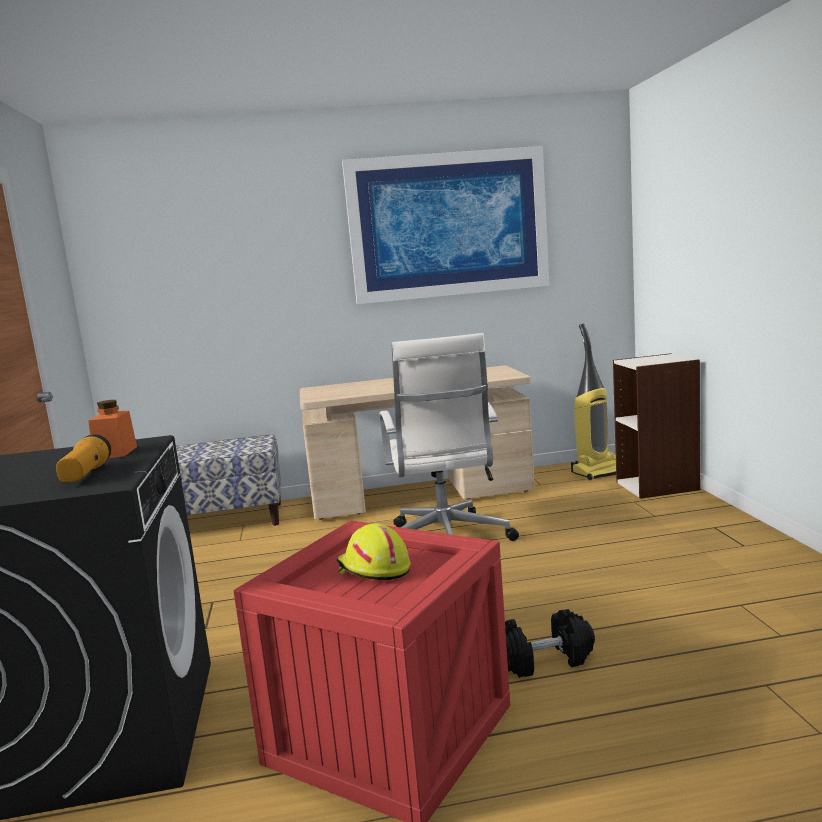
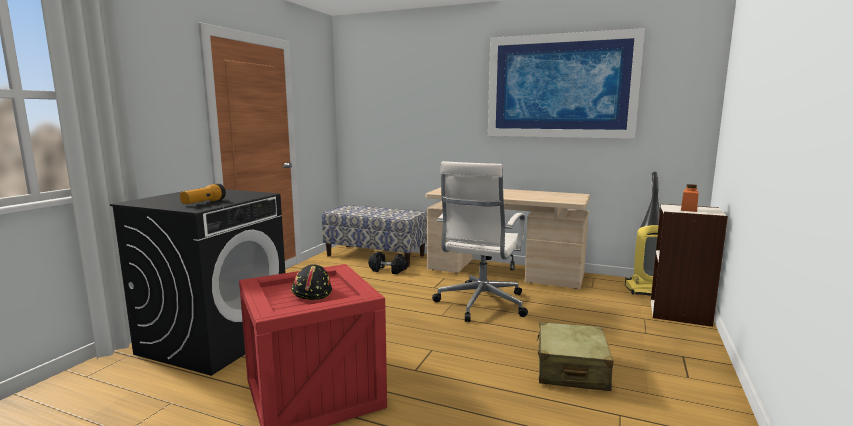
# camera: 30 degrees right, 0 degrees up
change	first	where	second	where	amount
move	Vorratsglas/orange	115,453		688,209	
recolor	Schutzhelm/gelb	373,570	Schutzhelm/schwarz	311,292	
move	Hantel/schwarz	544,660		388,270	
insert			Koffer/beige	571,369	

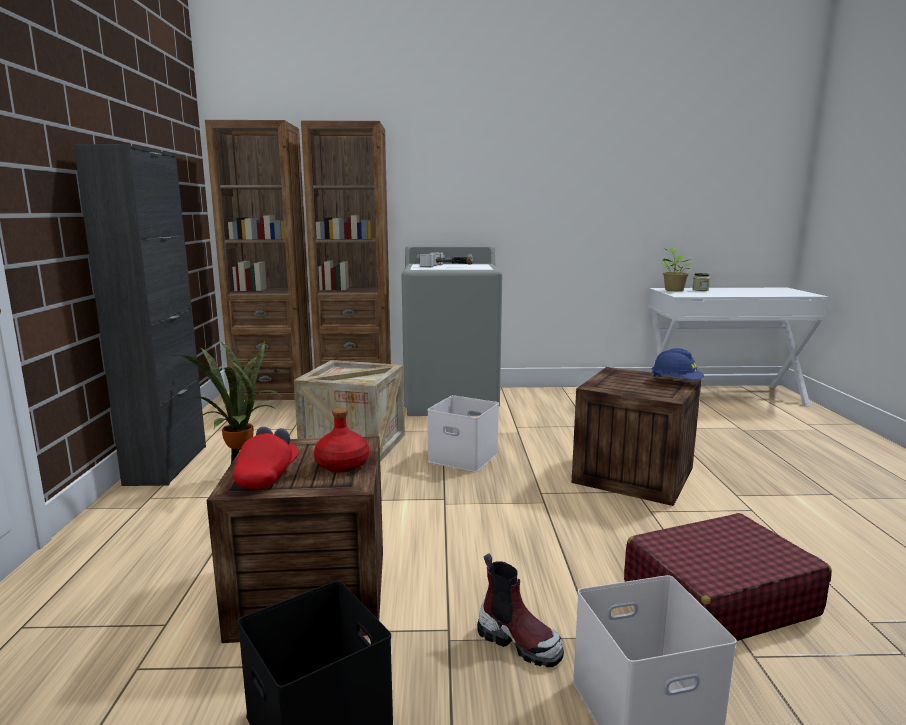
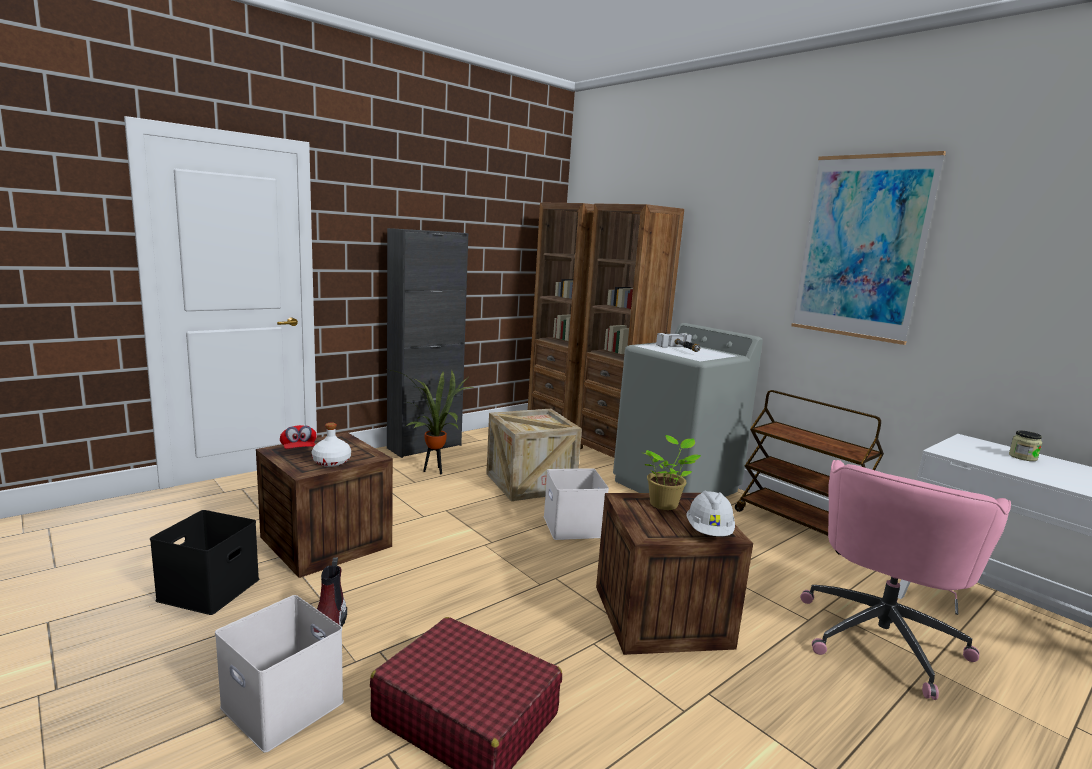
# camera: 50 degrees right, 0 degrees up
change	first	where	second	where	amount
rotate	Kappe/rot	267,475		299,450	90 degrees clockwise
recolor	Flasche/rot	342,465	Flasche/weiß	331,462	
recolor	Schutzhelm/blau	676,382	Schutzhelm/weiß	709,532	
move	Topfpflanze	673,290		665,504	
insert			Rollwagen/braun	799,526	
insert			Bild	861,247	
insert			Bürostuhl/rosa	881,636	

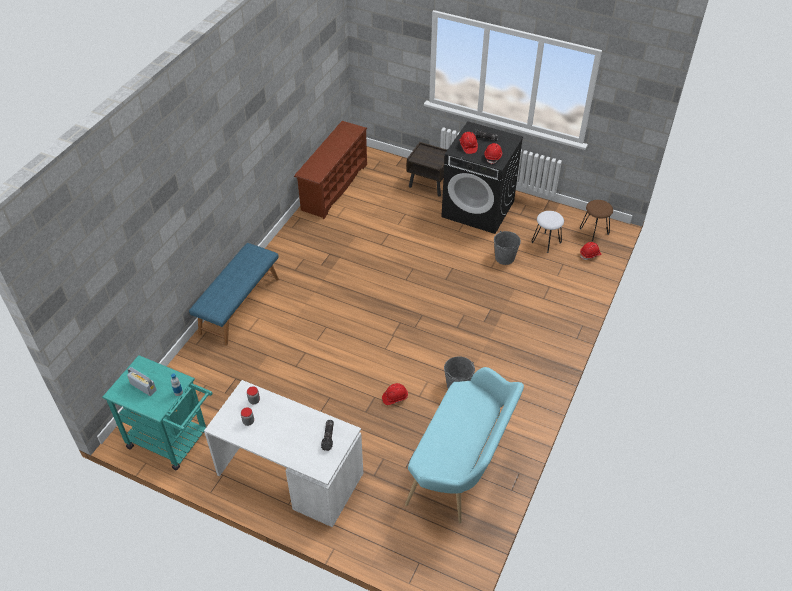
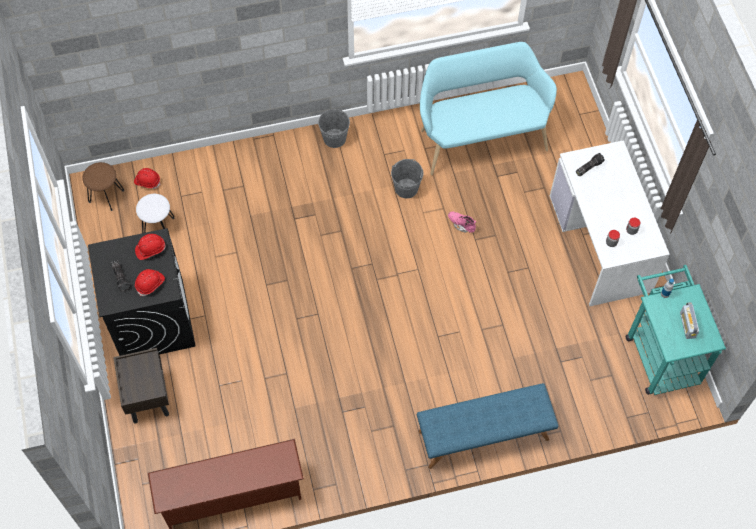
# camera: 130 degrees left, 15 degrees up
change	first	where	second	where	amount
replace	Schutzhelm/rot	395,397	Stiefel/rosa	461,224	
move	Eimer/grau	504,258		334,138	

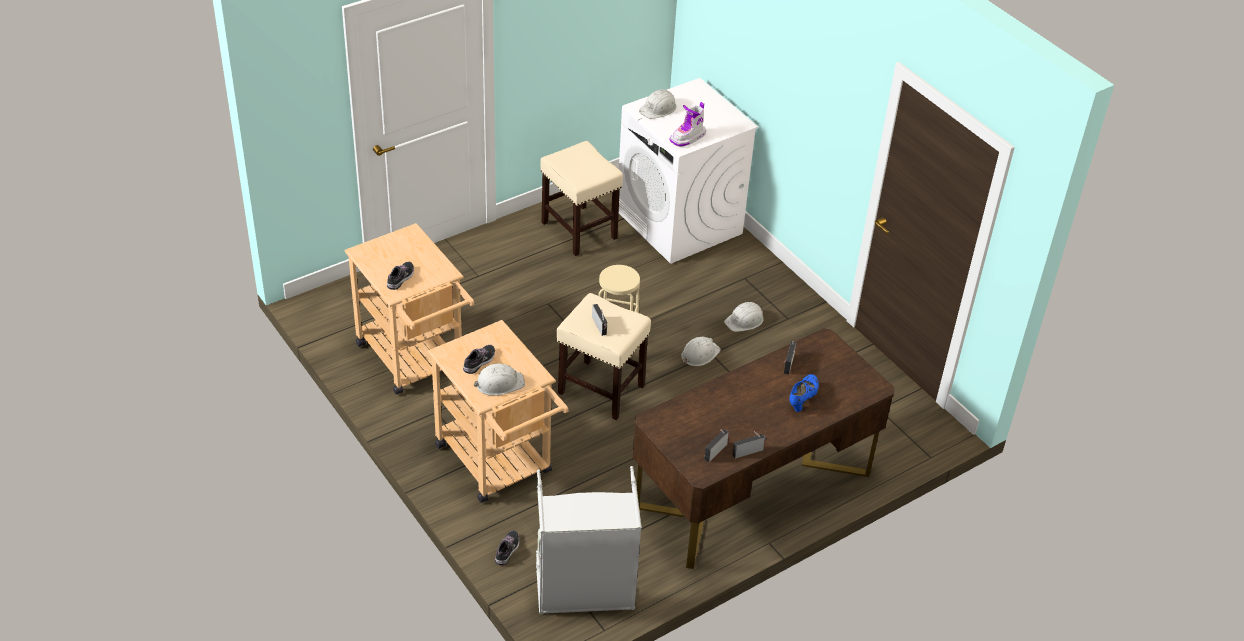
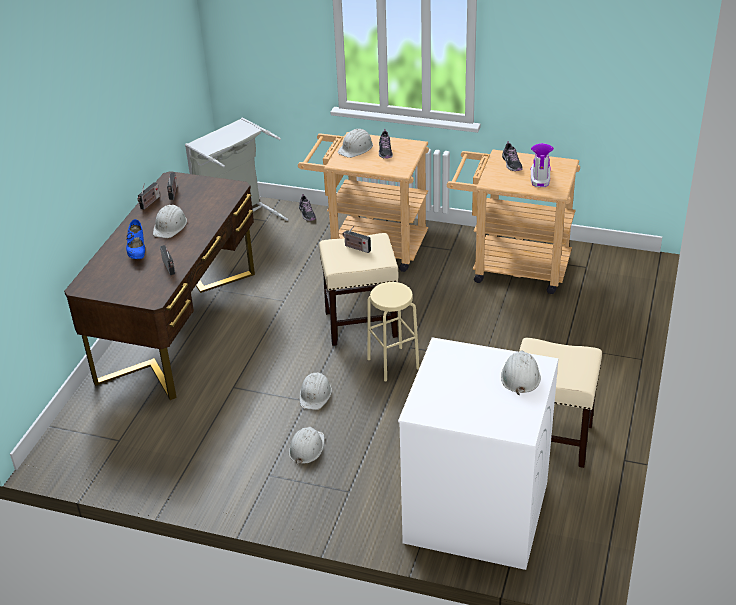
# camera: 145 degrees right, 5 degrees down
change	first	where	second	where	amount
move	Stiefel	688,138		540,177	
insert			Schutzhelm/weiß	170,226	

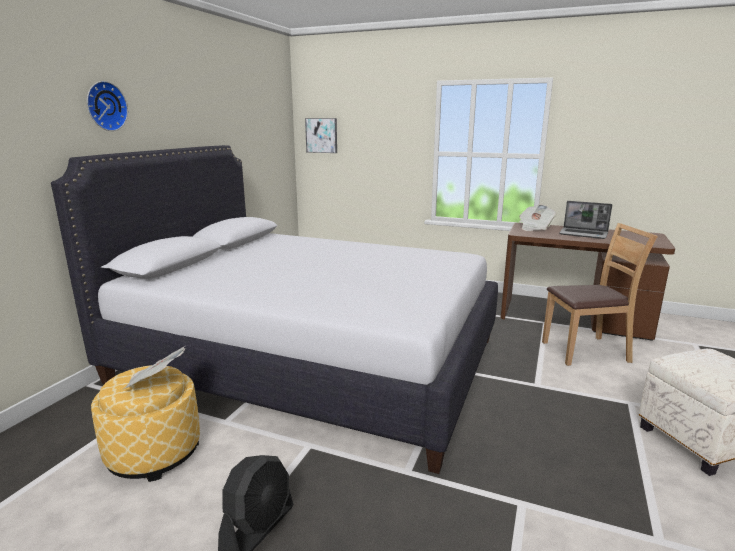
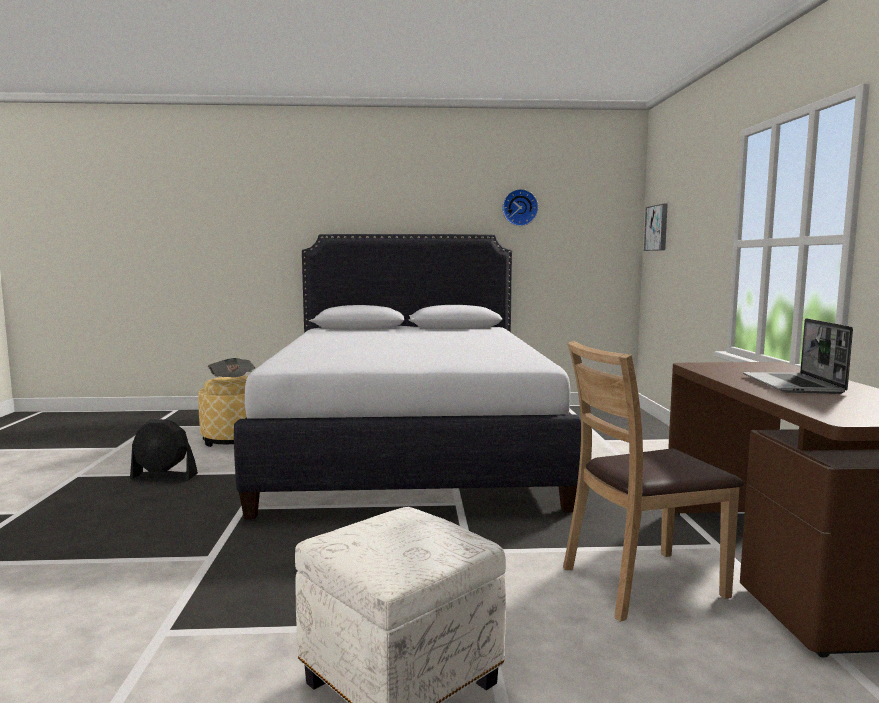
# camera: 65 degrees right, 10 degrees down
change	first	where	second	where	amount
move	Wanduhr	105,106		519,207	
delete	Zeitung	535,228			
rotate	Stuhl/braun	586,351		642,583	105 degrees clockwise

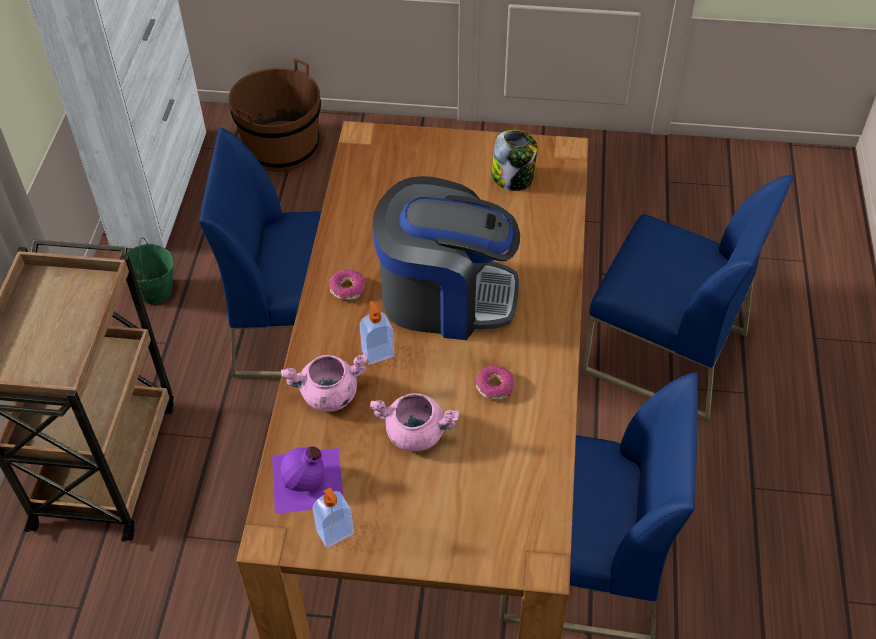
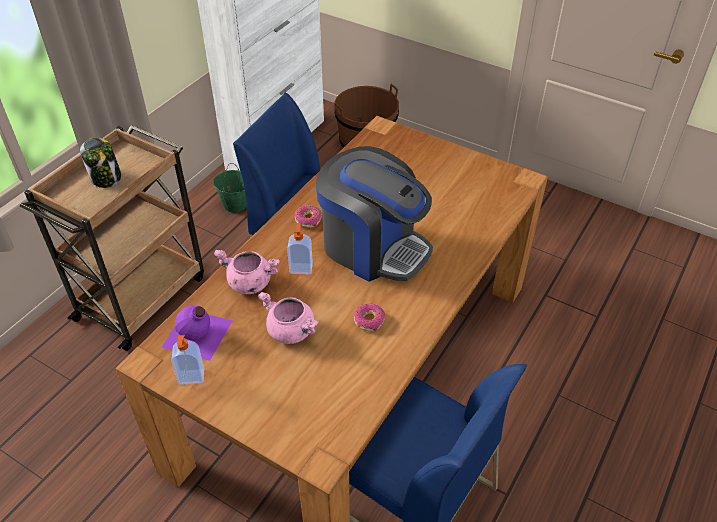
# camera: 25 degrees right, 5 degrees down
change	first	where	second	where	amount
move	Vorratsglas	513,178		106,178	
delete	Stuhl/blau	663,353			

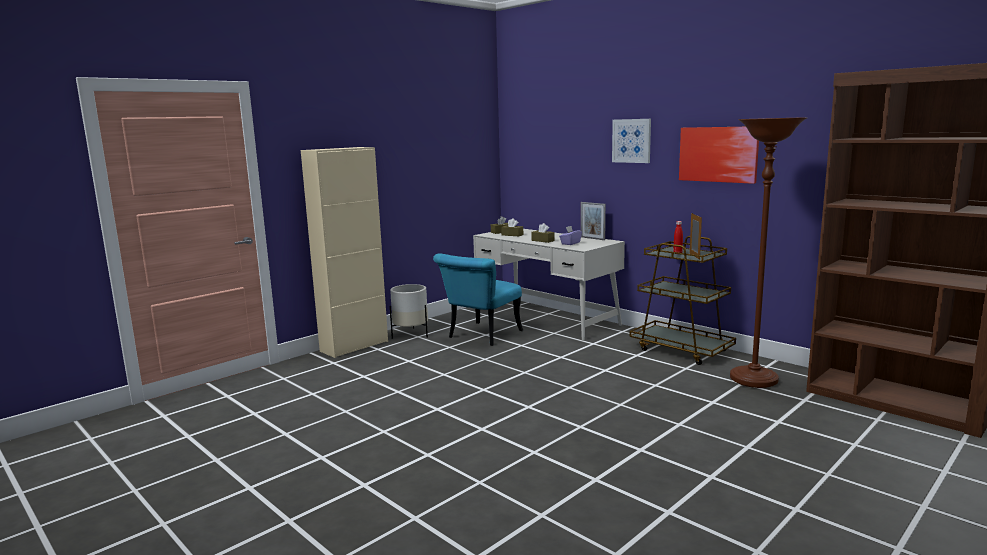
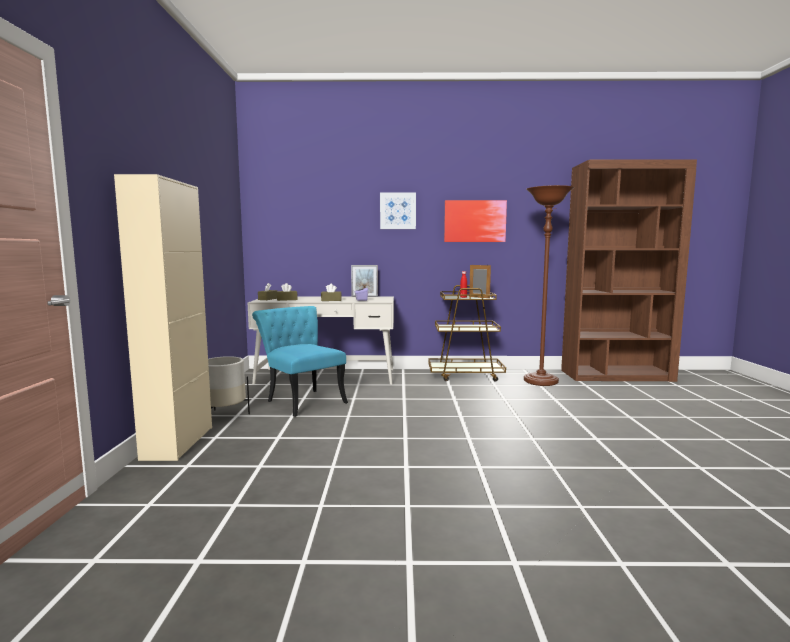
# camera: 45 degrees left, 5 degrees down
change	first	where	second	where	amount
rotate	Stuhl/türkis	480,336		302,400	150 degrees clockwise

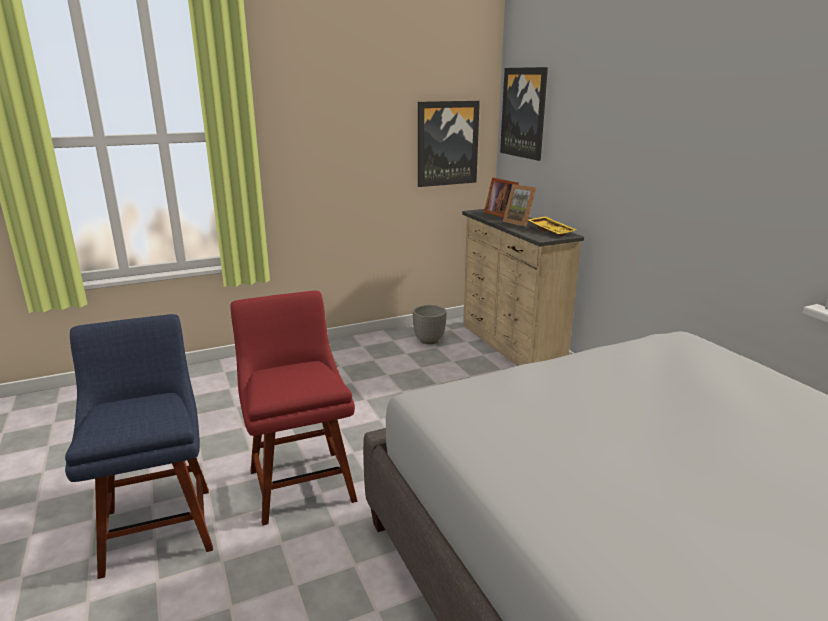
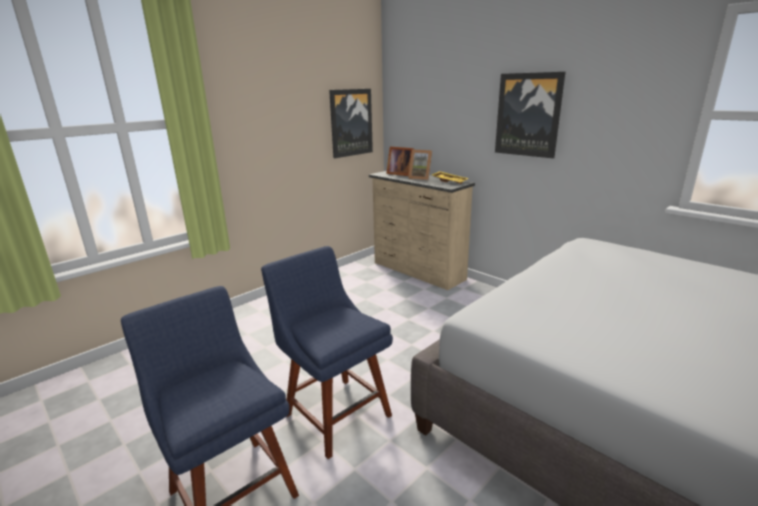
# camera: 20 degrees left, 0 degrees up
change	first	where	second	where	amount
recolor	Stuhl/rot	300,481	Stuhl/blau	334,412	
delete	Pflanzkübel	429,340			
move	Bild	524,113		528,115	

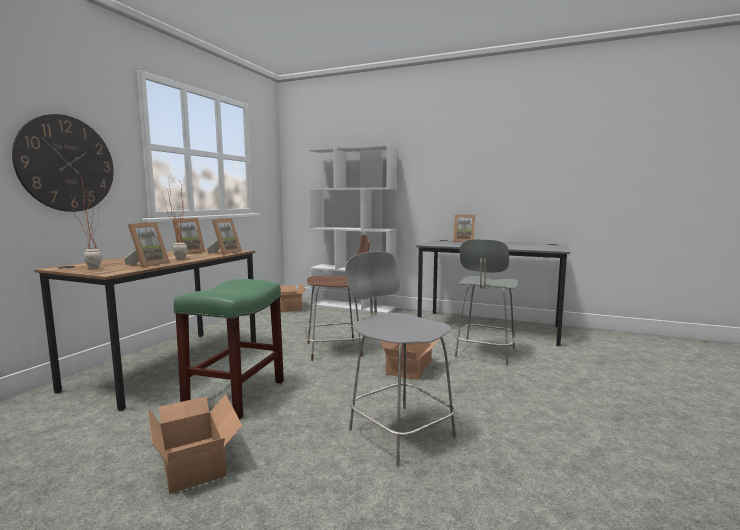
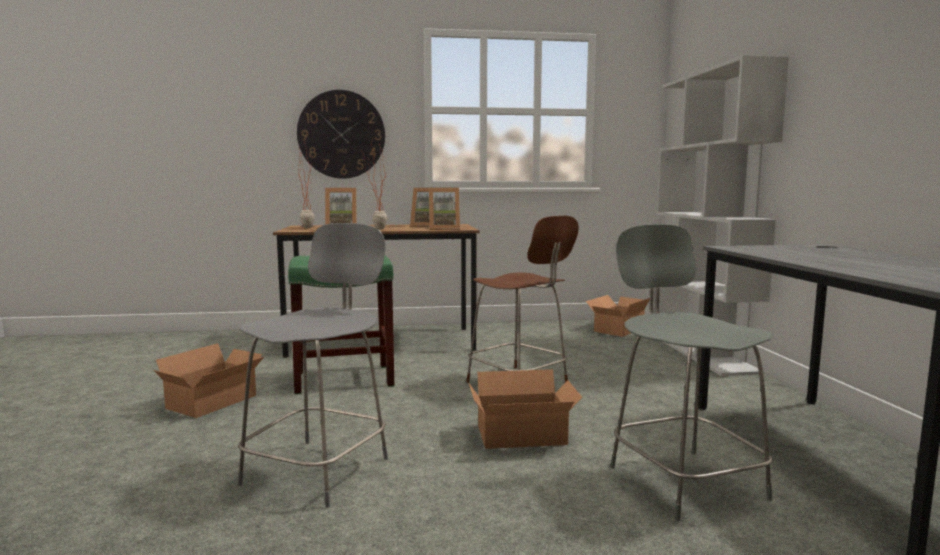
# camera: 60 degrees right, 0 degrees up
change	first	where	second	where	amount
delete	Bilderrahmen	463,241			
rotate	Stuhl/grau	484,353		683,480	75 degrees clockwise

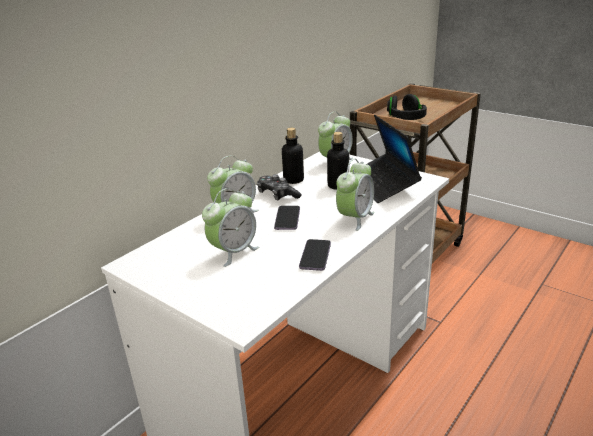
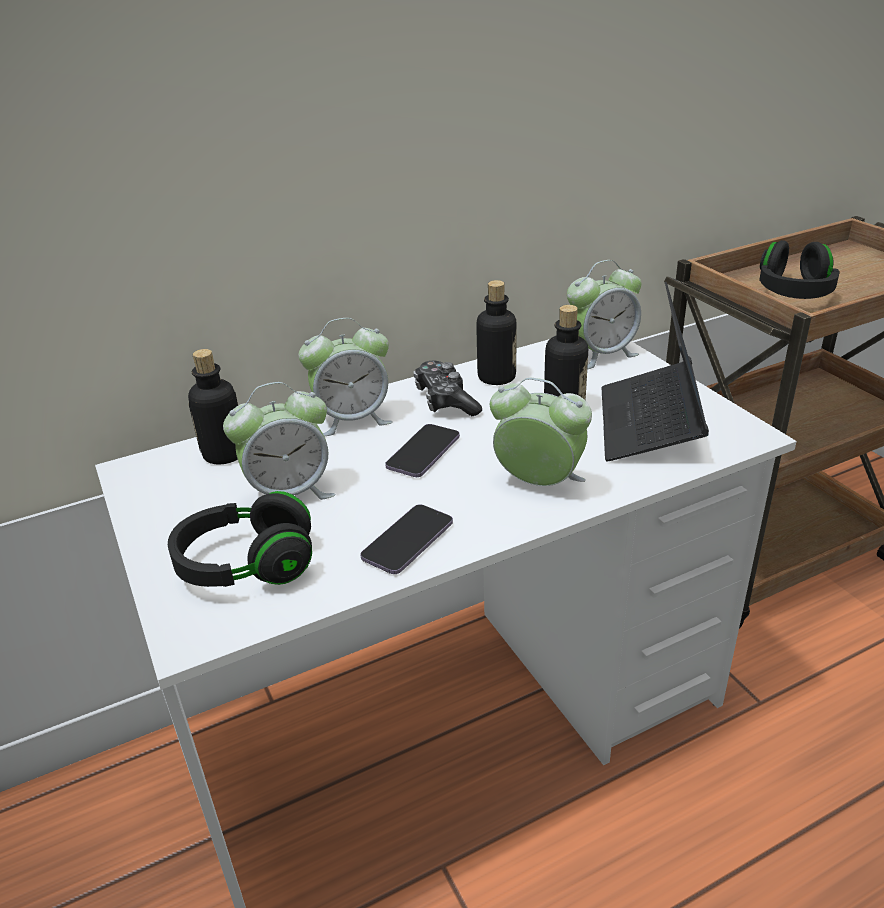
# camera: 25 degrees right, 5 degrees up
change	first	where	second	where	amount
rotate	Wecker	355,218		539,483	120 degrees counterclockwise
insert			Kopfhörer/schwarz	247,565	
insert			Flasche	224,454	

